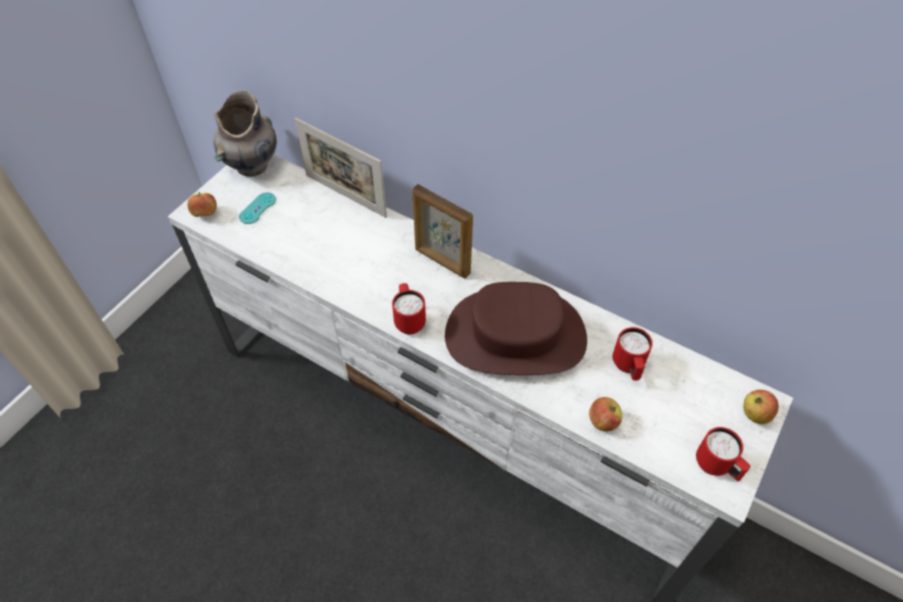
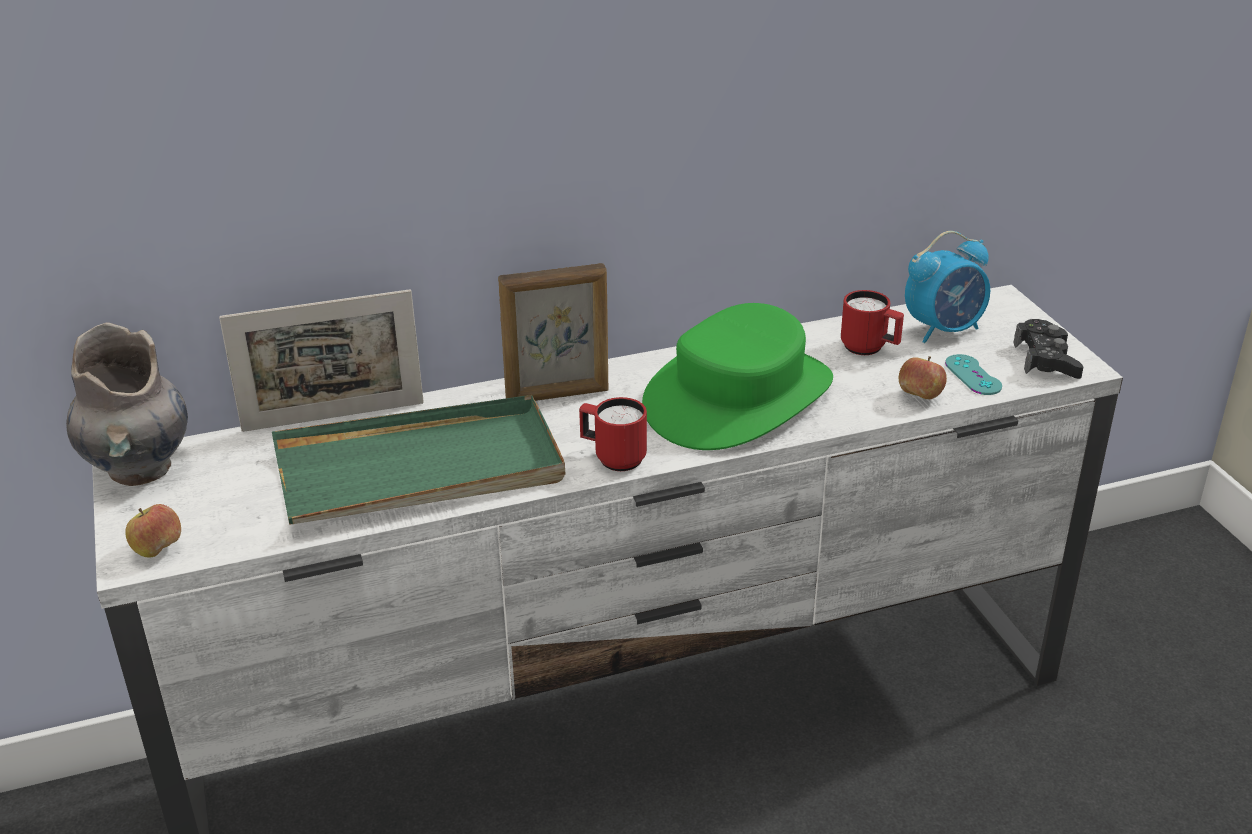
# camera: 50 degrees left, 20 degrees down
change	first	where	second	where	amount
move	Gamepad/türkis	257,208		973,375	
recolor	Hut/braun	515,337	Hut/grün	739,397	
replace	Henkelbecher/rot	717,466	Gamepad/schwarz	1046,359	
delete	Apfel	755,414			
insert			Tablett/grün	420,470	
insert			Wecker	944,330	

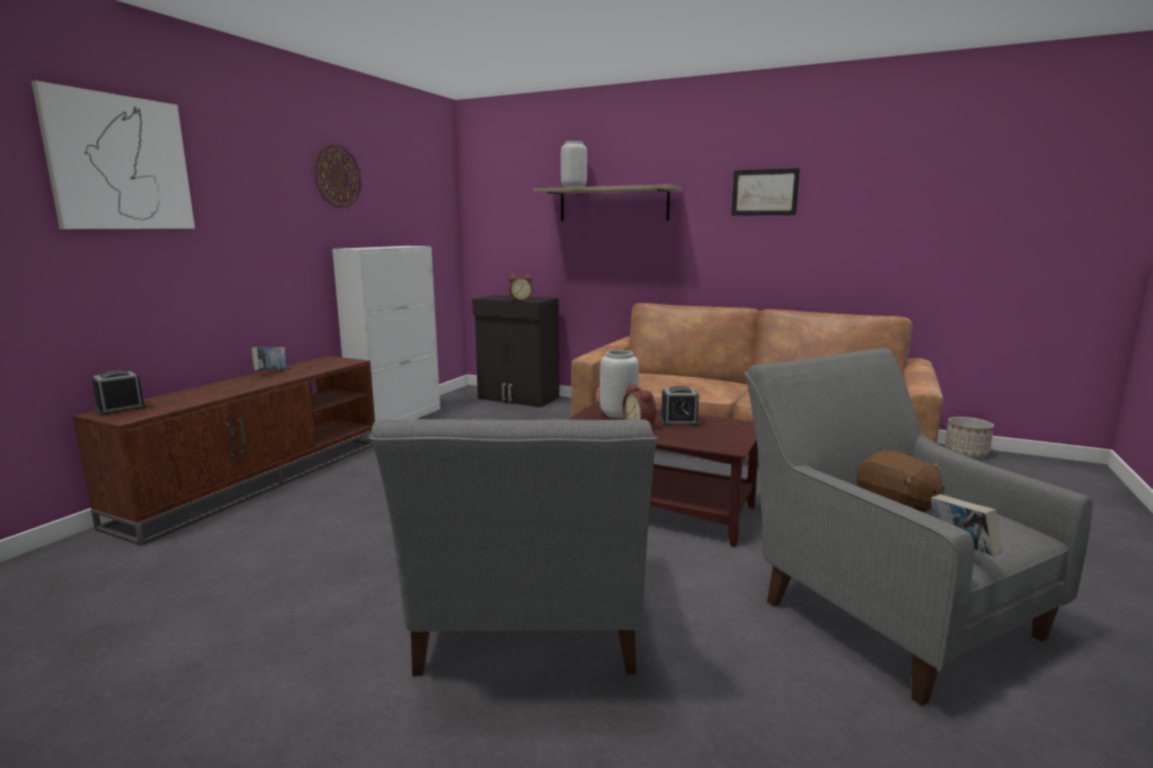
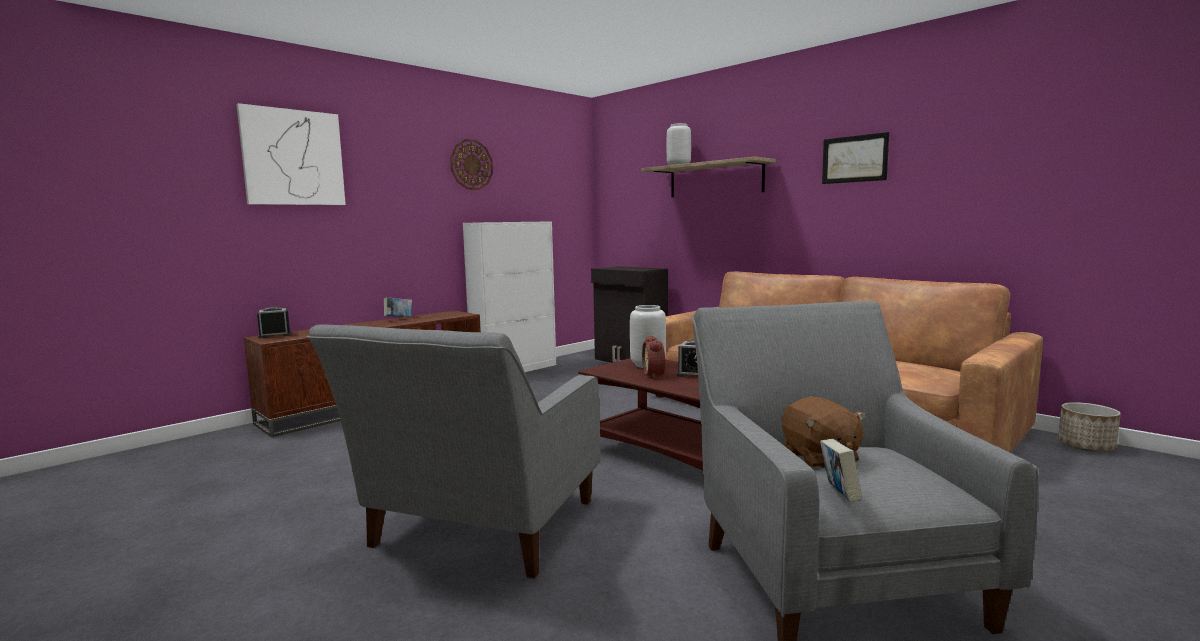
# camera: 20 degrees right, 5 degrees down
change	first	where	second	where	amount
delete	Wecker	520,300			

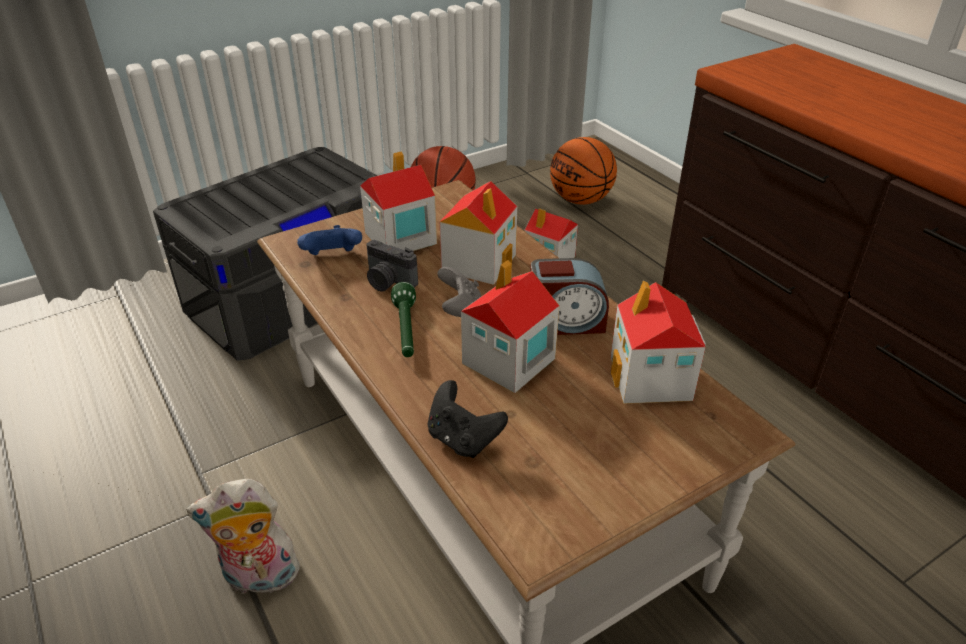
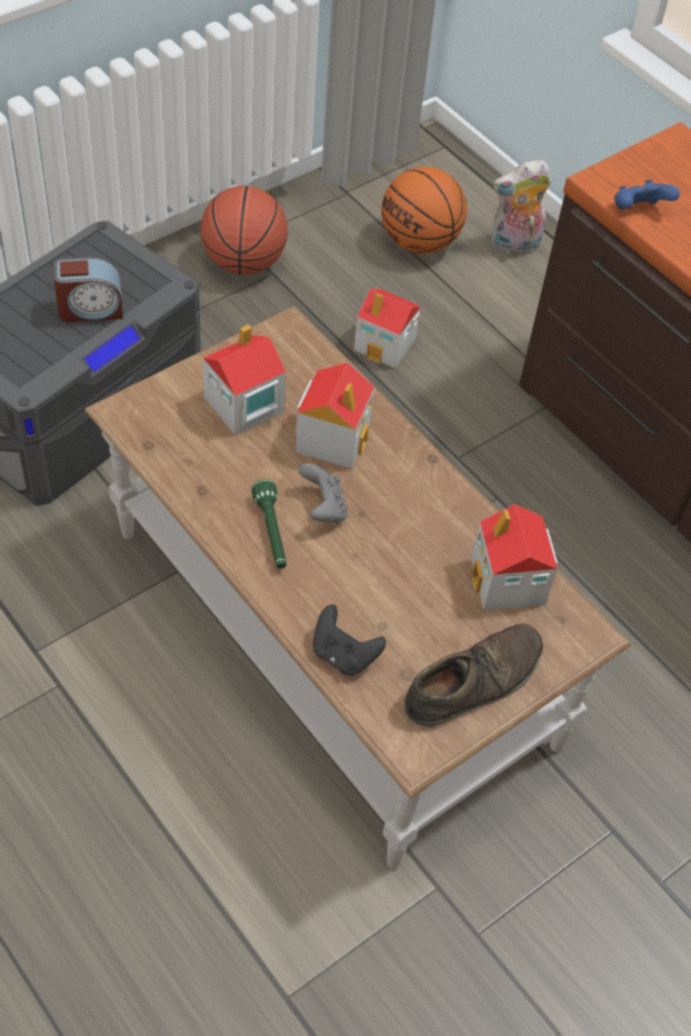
# camera: 10 degrees left, 15 degrees up
change	first	where	second	where	amount
move	Plüschtier	259,579		514,245	
move	Gamepad/blau	332,257		638,211	
delete	Kamera	388,282			
delete	Spielzeughaus	508,362			
move	Wecker	565,322		90,309	
insert			Schuh/braun	473,681	

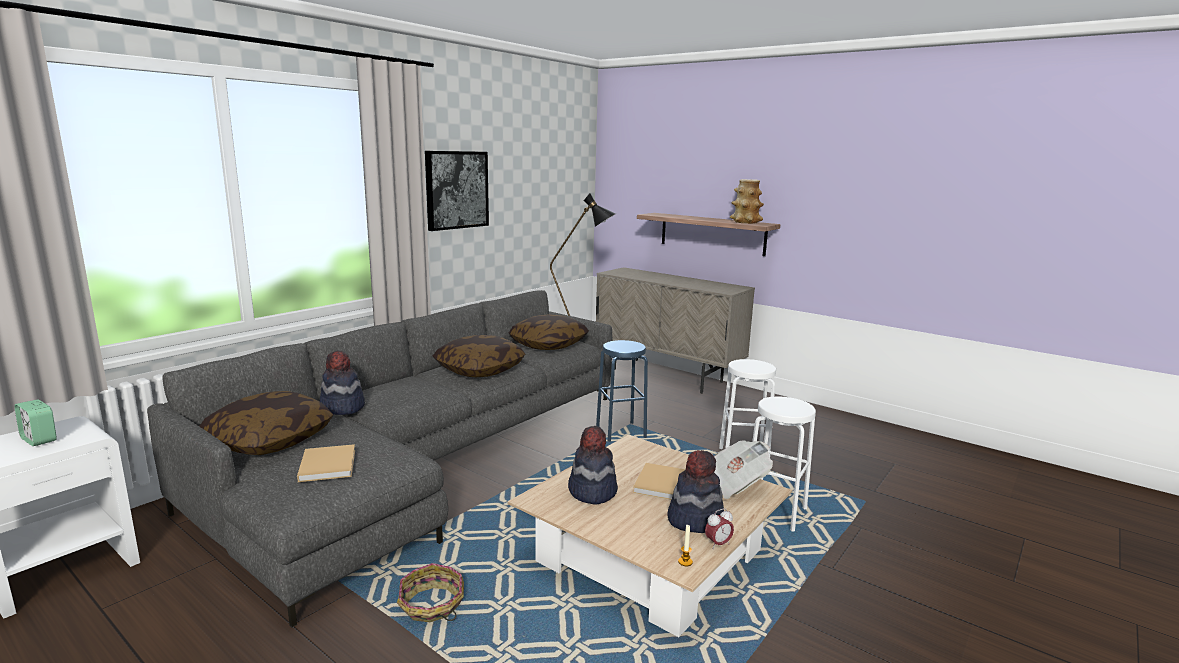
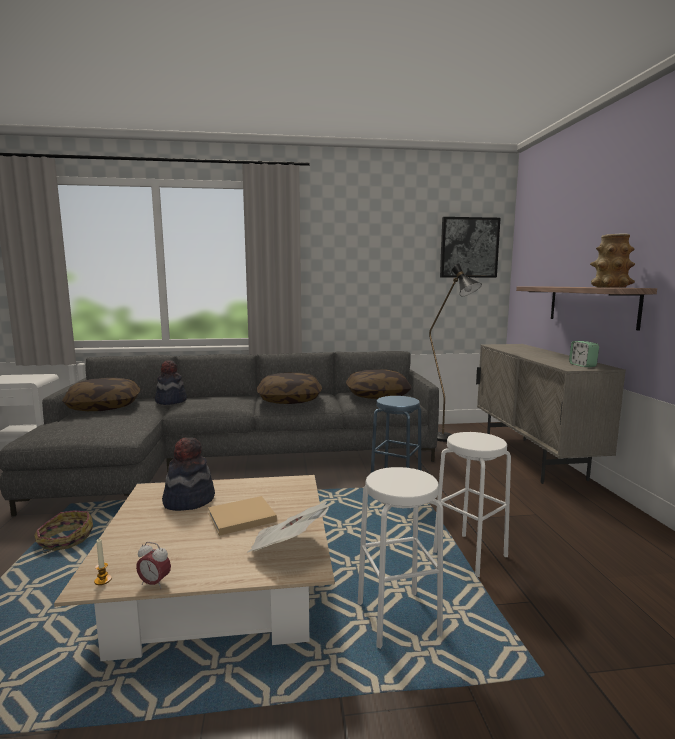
# camera: 45 degrees right, 5 degrees down
change	first	where	second	where	amount
move	Wecker	39,439		582,365	
delete	Buch/beige	328,464			
move	Bild	456,190		469,248	
delete	Hut	694,519			

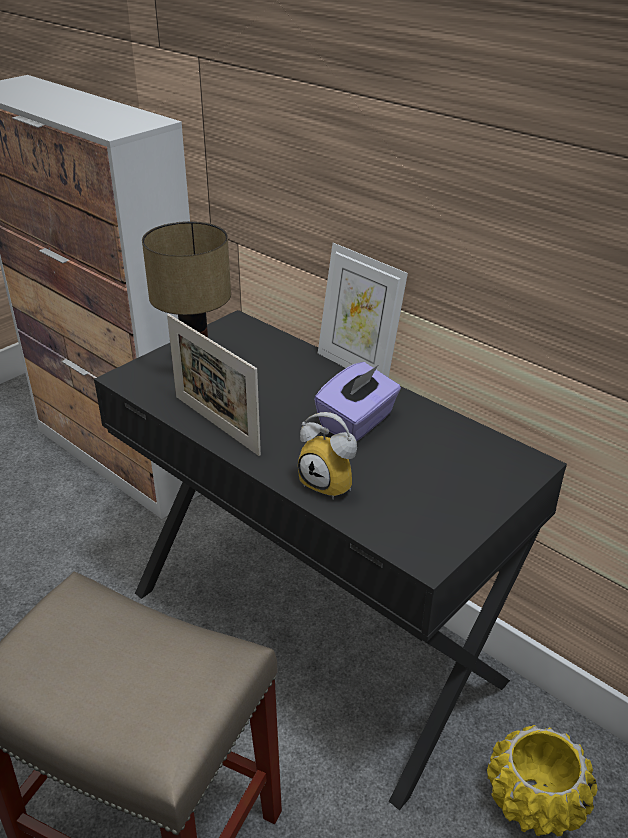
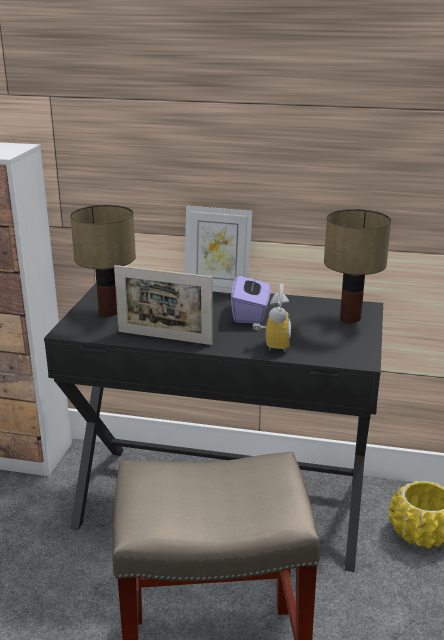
# camera: 30 degrees left, 10 degrees down
change	first	where	second	where	amount
rotate	Wecker	332,483		271,345	90 degrees counterclockwise
insert			Tischlampe	351,318	

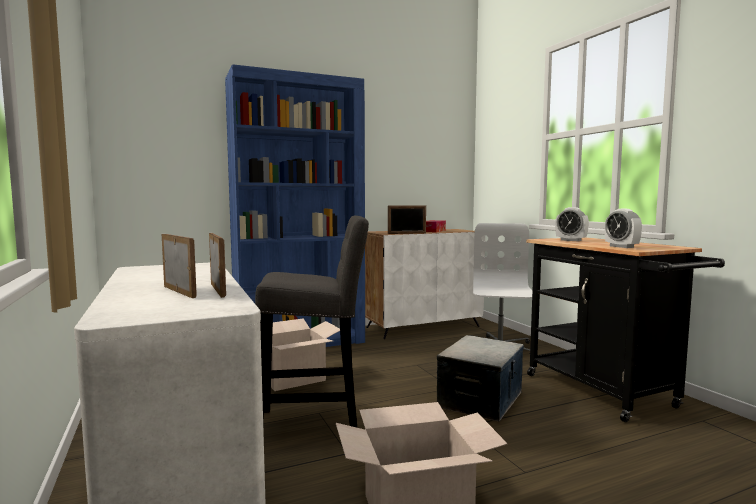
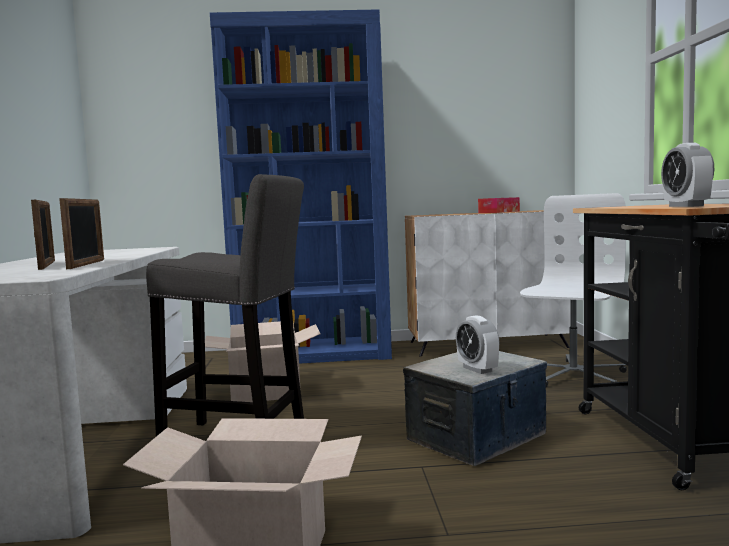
# camera: 20 degrees right, 0 degrees up
change	first	where	second	where	amount
delete	Bilderrahmen	407,233			
move	Wecker	571,240		477,369	

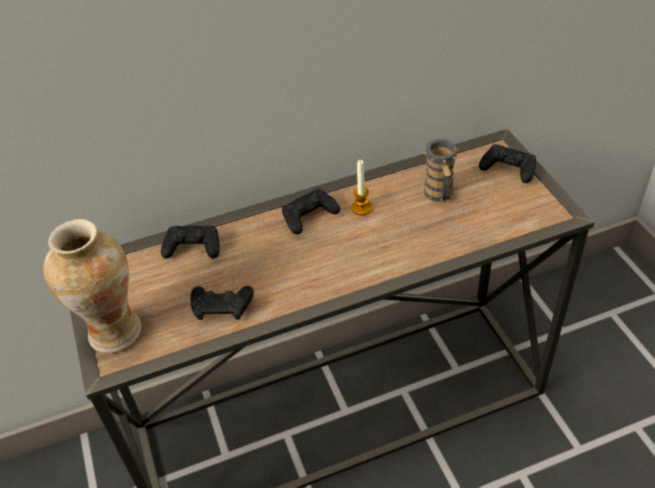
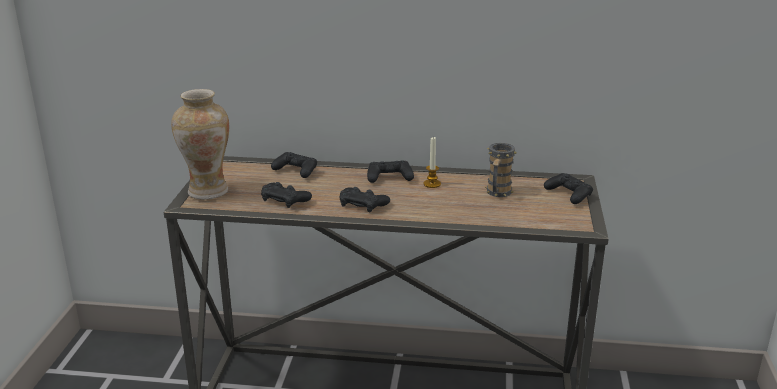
# camera: 25 degrees right, 20 degrees down
change	first	where	second	where	amount
insert			Gamepad/schwarz	363,204	

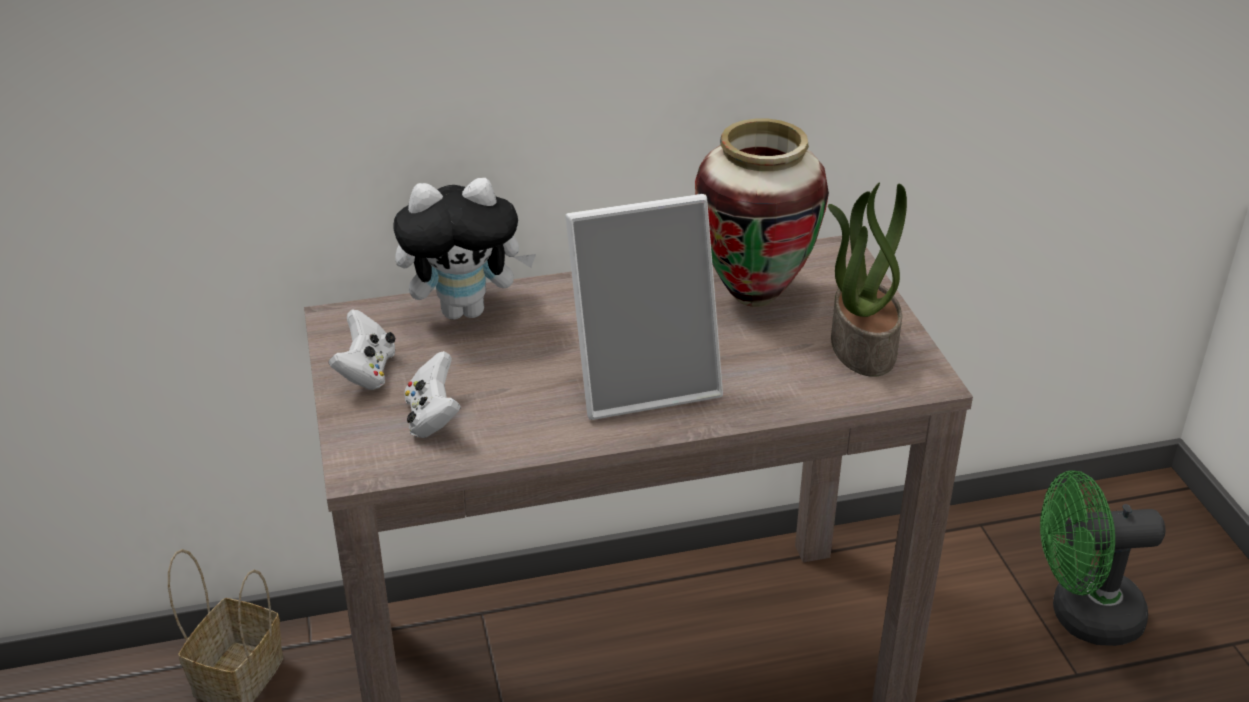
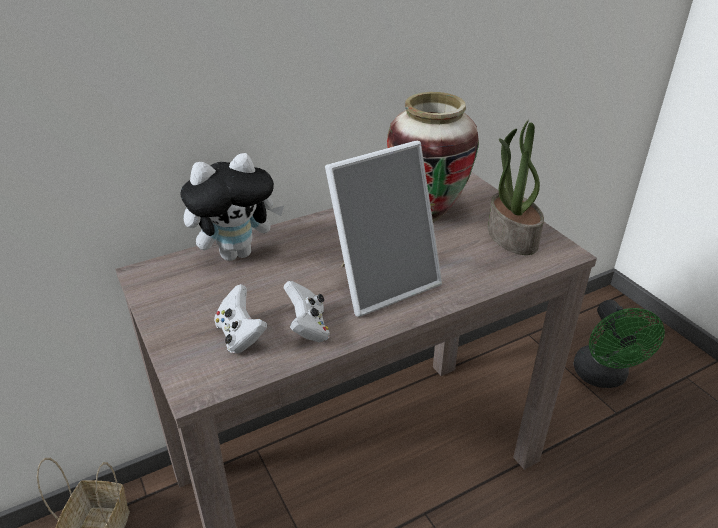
# camera: 15 degrees left, 0 degrees up
change	first	where	second	where	amount
move	Gamepad/weiß	367,372		308,328	
rotate	Ventilator/grün	1082,616		603,377	75 degrees counterclockwise

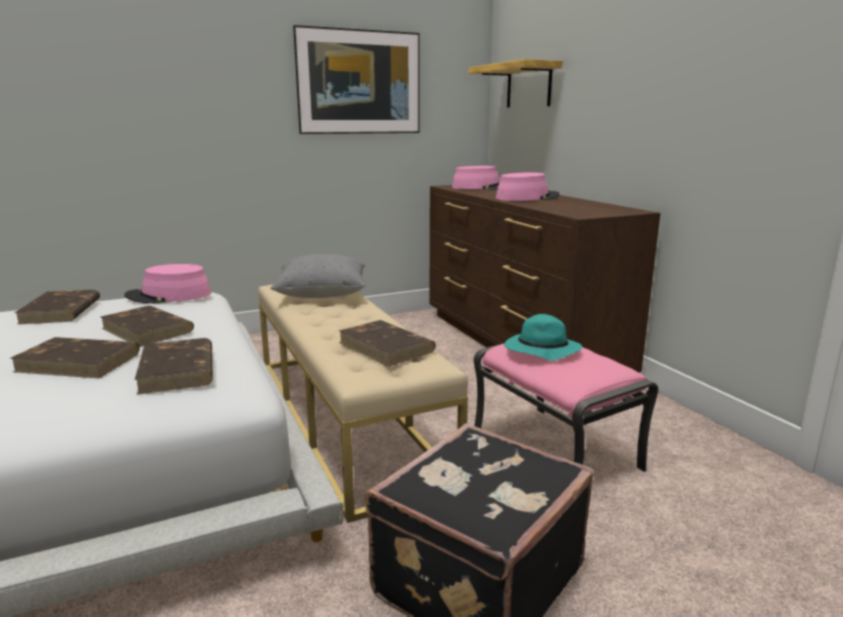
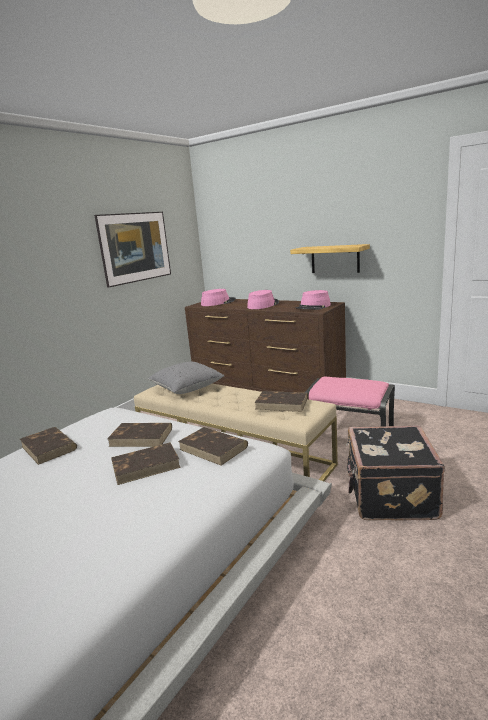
# camera: 30 degrees left, 0 degrees up
change	first	where	second	where	amount
move	Hut/rosa	169,295		313,307	
move	Wandregal	529,86		335,259	
delete	Hut/türkis	540,351			

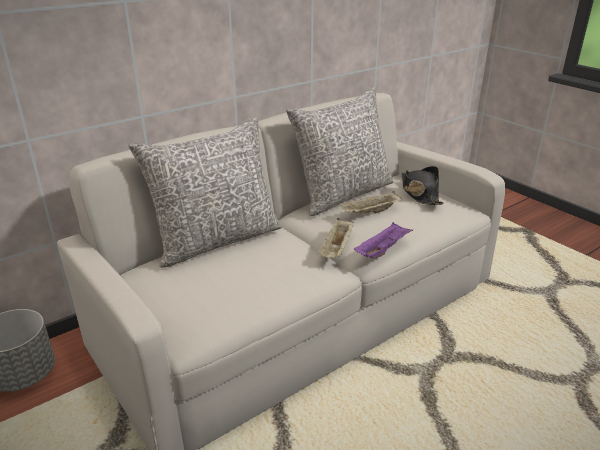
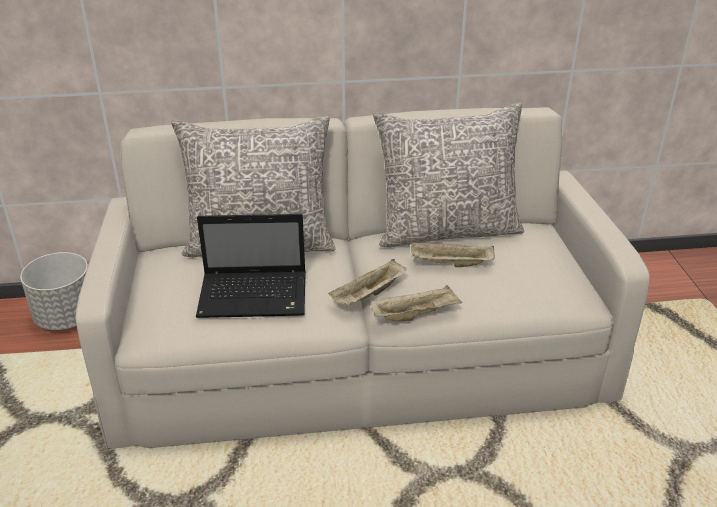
# camera: 30 degrees right, 5 degrees up
change	first	where	second	where	amount
recolor	Tablett/lila	382,250	Tablett/beige	415,314	
delete	Hut/schwarz	419,193			
insert			Laptop	256,296	

